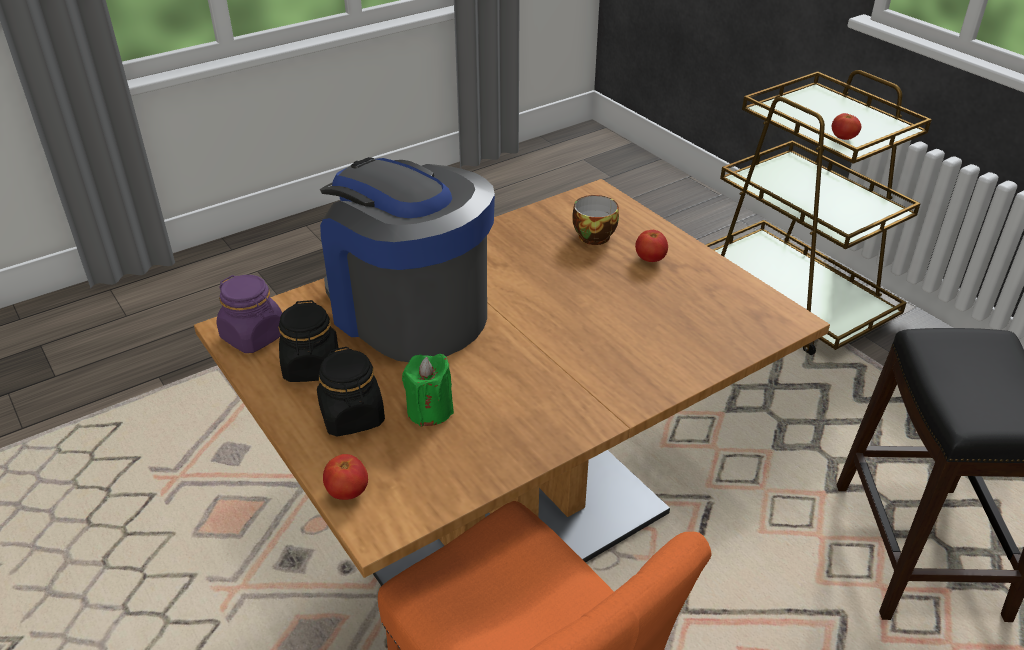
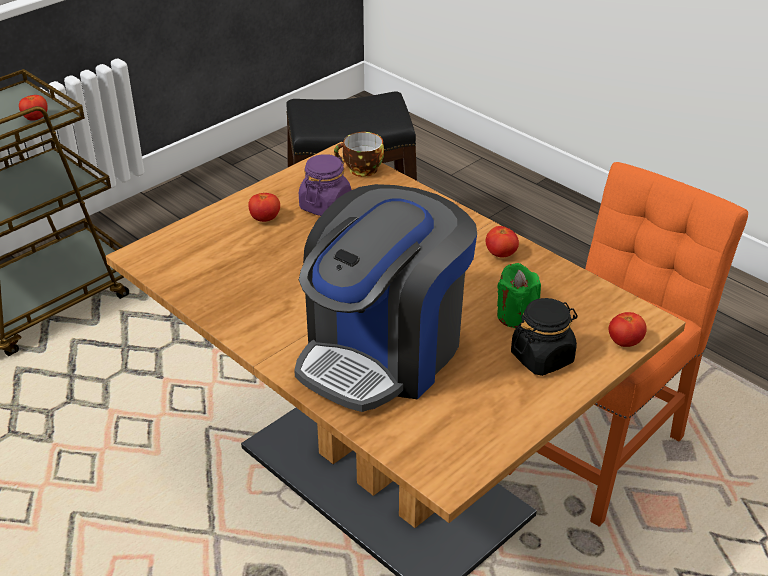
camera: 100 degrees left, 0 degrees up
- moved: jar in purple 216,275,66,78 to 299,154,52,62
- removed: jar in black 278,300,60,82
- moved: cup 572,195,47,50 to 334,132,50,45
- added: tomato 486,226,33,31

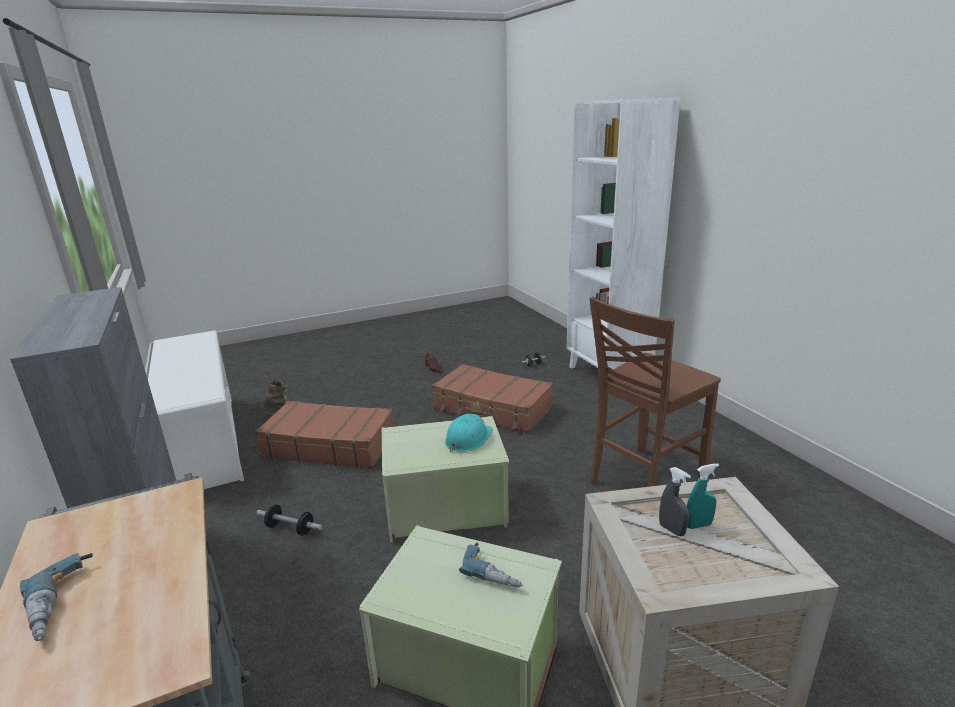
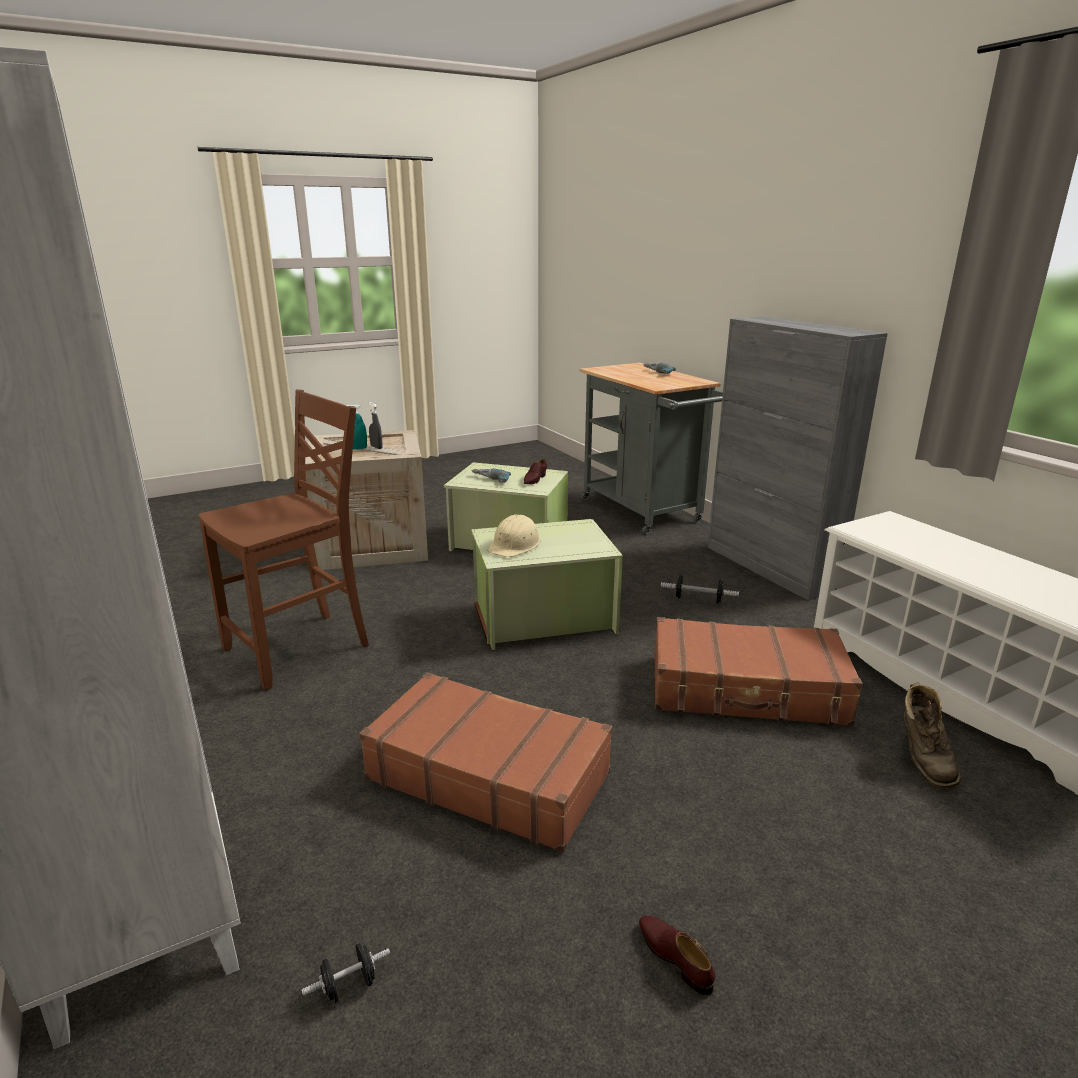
camera: 175 degrees right, 0 degrees up
- recoloured: hard hat in turquoise 445,414,47,38 to hard hat in beige 487,514,54,43
- added: shoe in brown 524,459,23,25

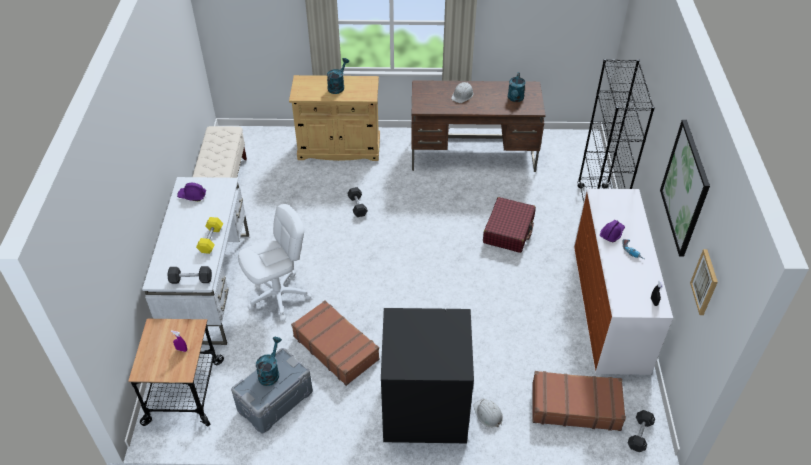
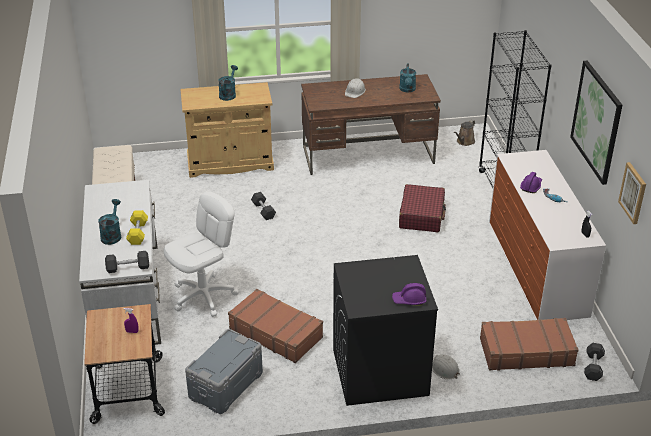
camera: 10 degrees left, 10 degrees down
- moved: hard hat in purple 177,183,29,18 to 392,283,34,22
- moved: watering can in turquoise 256,337,26,49 to 98,199,23,46
- added: watering can in brown 454,120,21,26

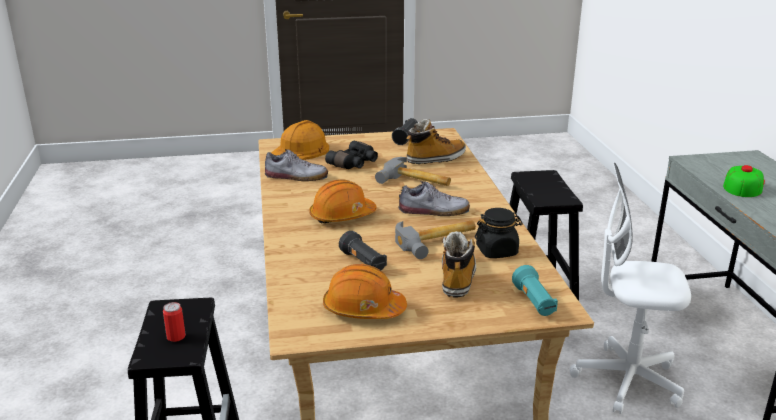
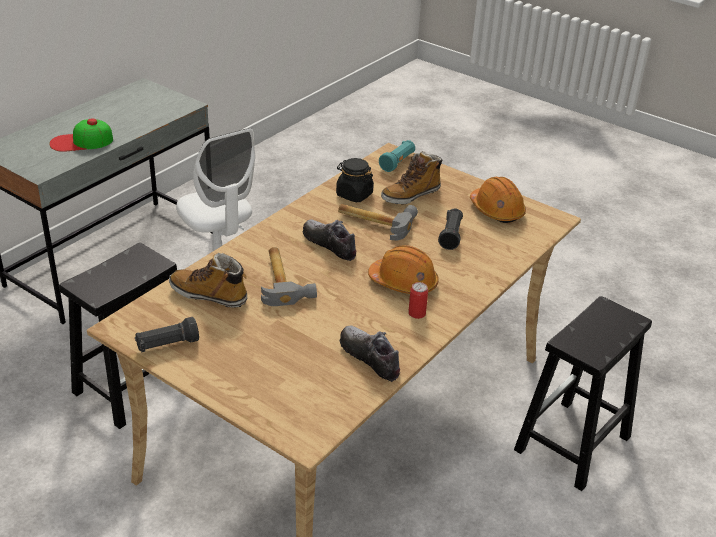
camera: 135 degrees left, 10 degrees up
- moved: can 163,302,23,40 to 408,282,20,37
- removed: hard hat in orange 271,120,58,40
- removed: binoculars in black 325,141,53,28

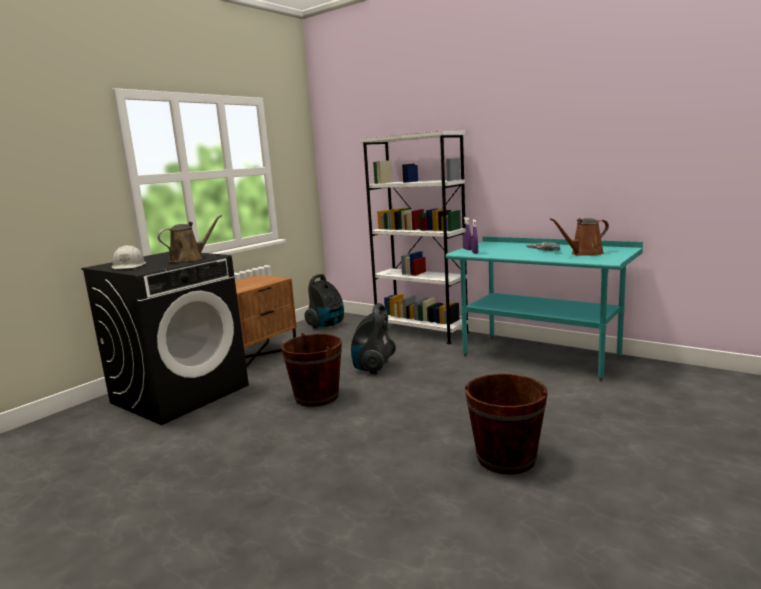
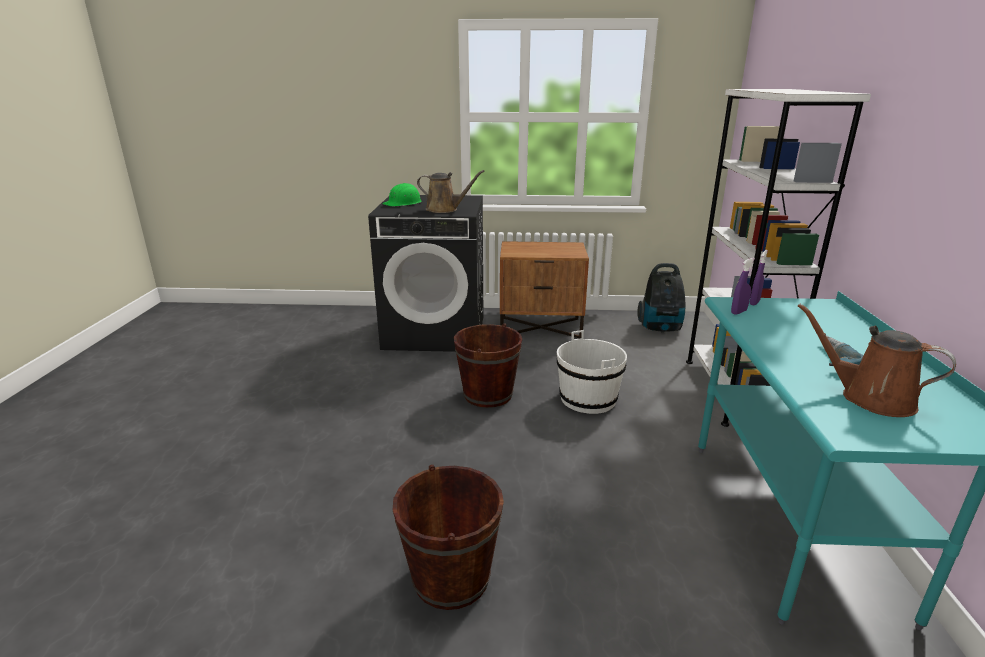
camera: 55 degrees right, 10 degrees up
- recoloured: hard hat in white 112,245,34,24 to hard hat in green 383,183,39,23
- replaced: vacuum cleaner 351,303,45,72 to bucket in white 557,330,70,84

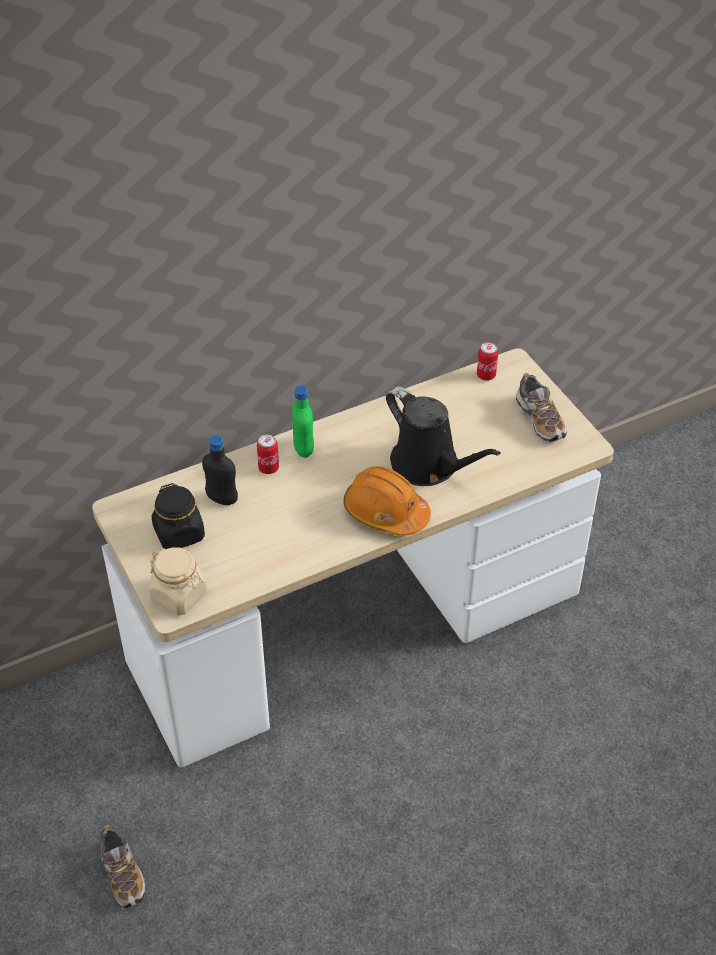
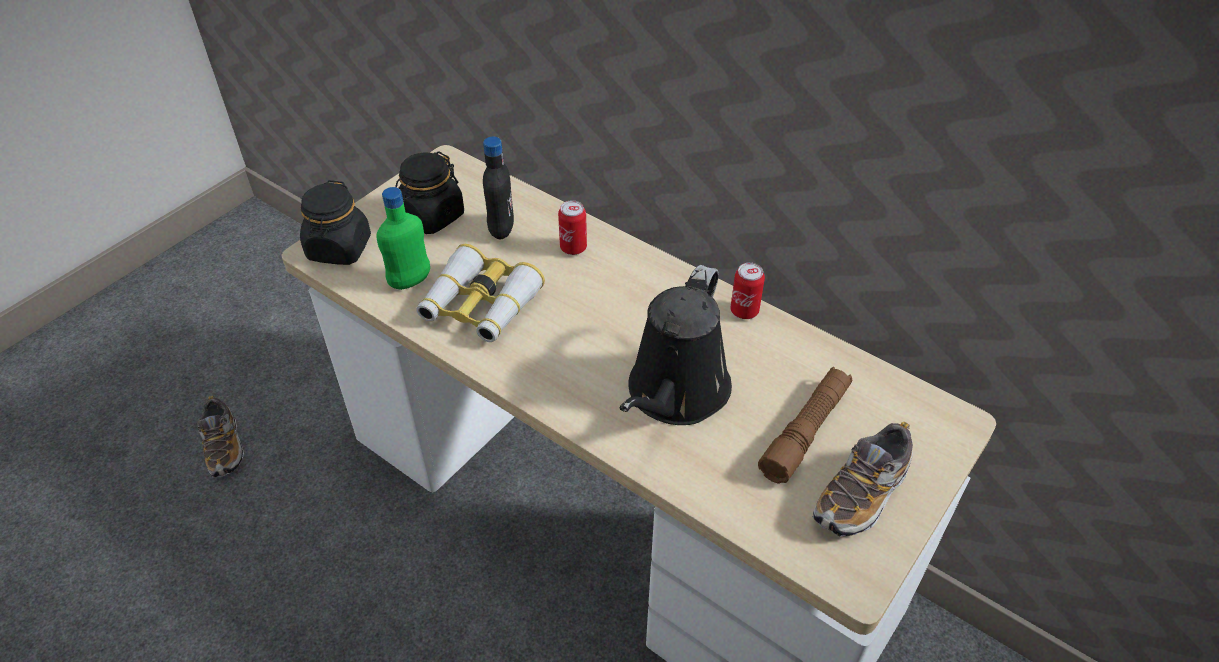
camera: 65 degrees right, 0 degrees up
- turned: shoe 100,824,45,84 = 197,395,47,82 60 degrees counterclockwise
- recoloured: jar in beige 149,547,58,69 to jar in black 300,180,71,85
- moved: bottle in green 292,385,22,73 to 376,187,54,103
- removed: hard hat in orange 343,466,88,70
- moved: can 477,342,21,38 to 730,262,35,57
- added: binoculars 416,244,129,98
- added: flashlight in brown 758,367,94,117

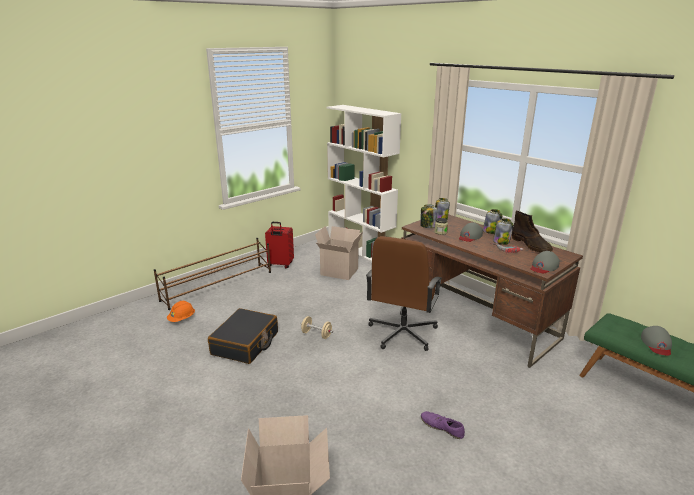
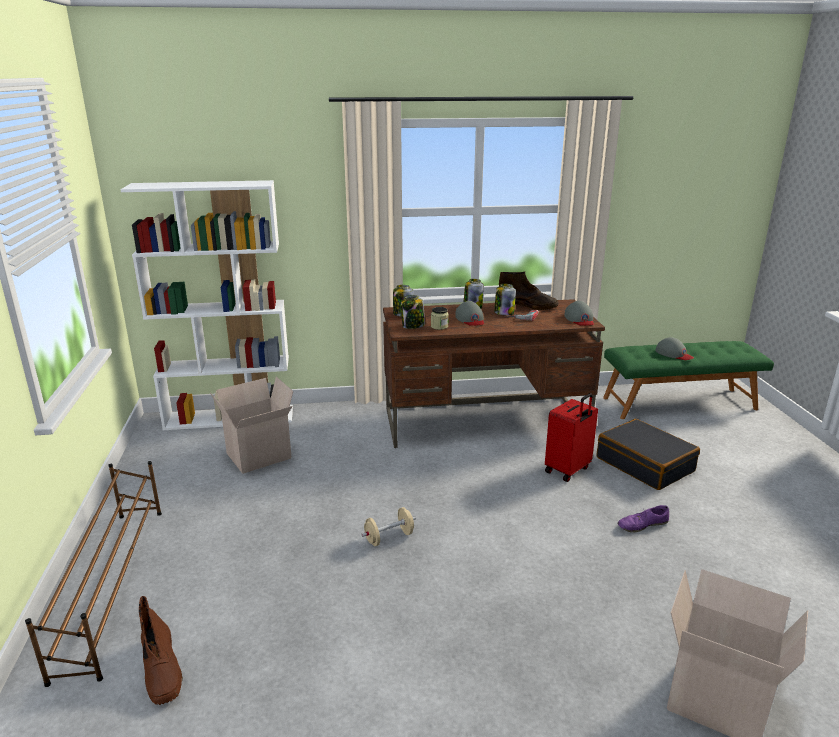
camera: 55 degrees left, 0 degrees up
- replaced: hard hat in orange 167,301,28,21 to boot in brown 139,596,44,109
- moved: suitcase in black 208,308,70,56 to 596,419,104,71
- moved: suitcase in red 265,222,29,46 to 545,393,53,89
- removed: office chair in brown 366,236,76,115

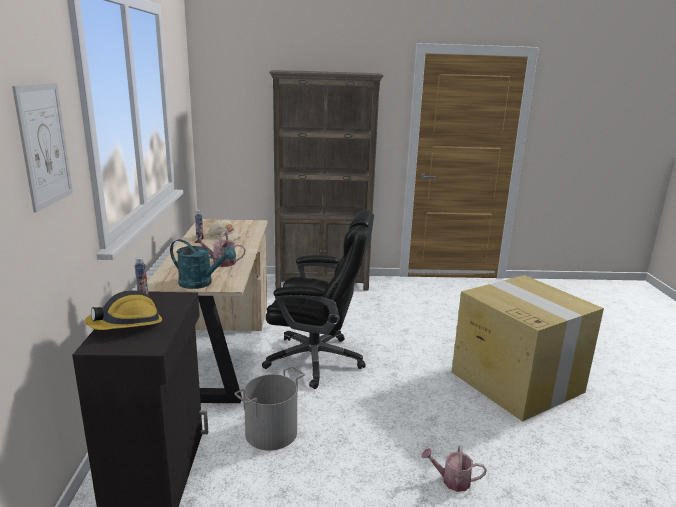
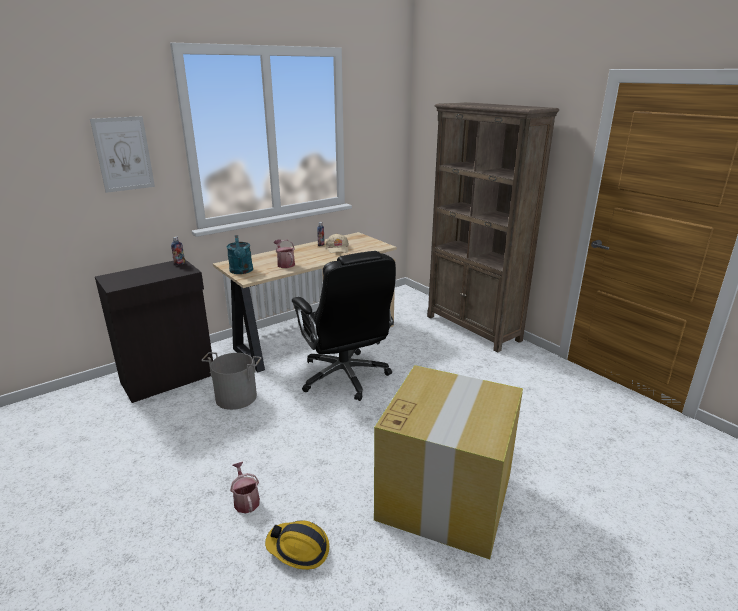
camera: 55 degrees right, 5 degrees up
- moved: hard hat 85,290,77,40 to 265,520,64,50

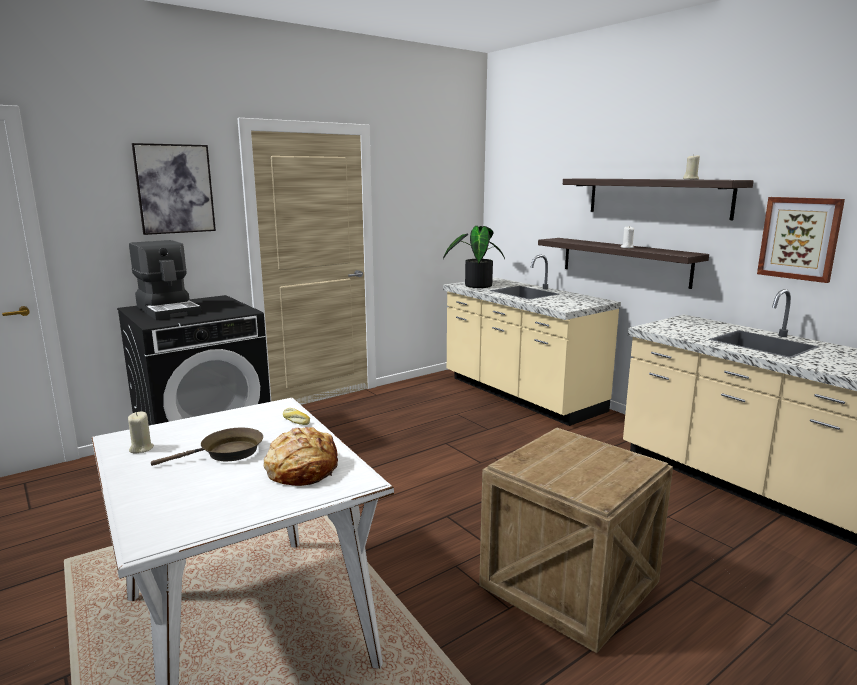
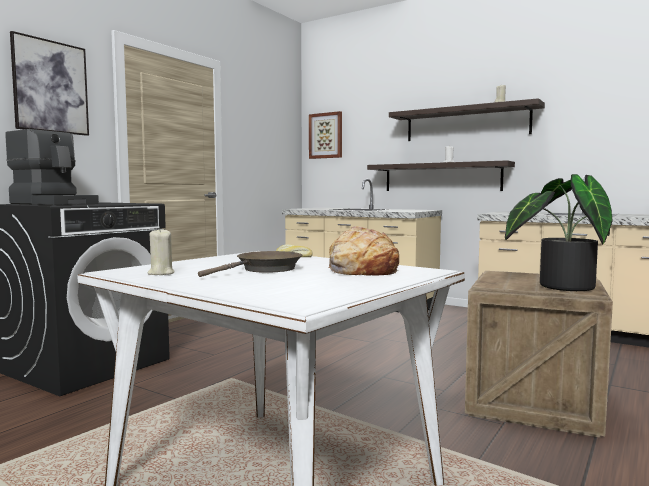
camera: 20 degrees left, 10 degrees down
- moved: potted plant 443,226,62,62 to 505,174,108,117
- moved: picture 757,197,88,86 to 309,111,33,48

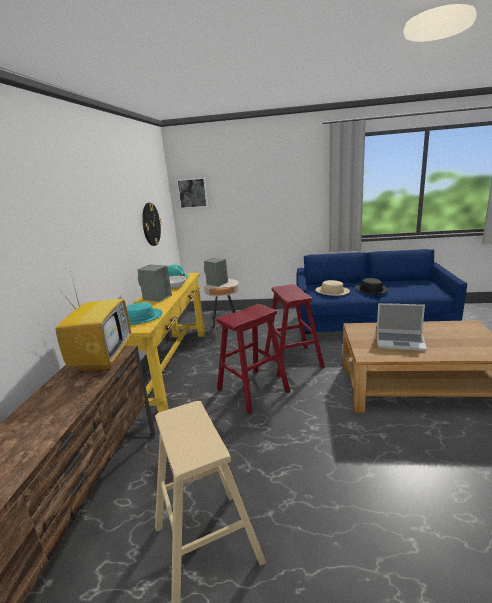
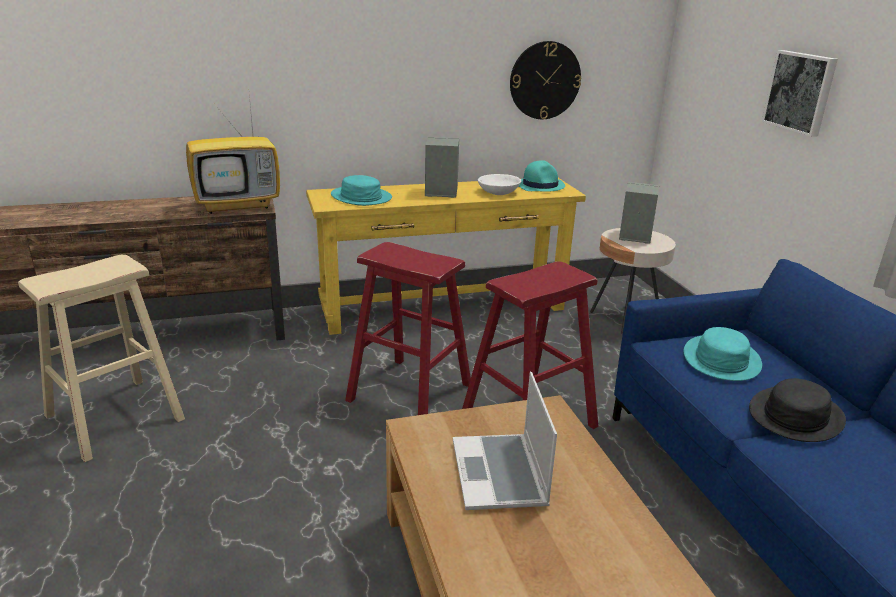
camera: 65 degrees right, 5 degrees up
- moved: picture 177,178,31,31 to 762,50,76,87
- recoloured: hat in beige 316,280,34,16 to hat in turquoise 684,327,78,54

